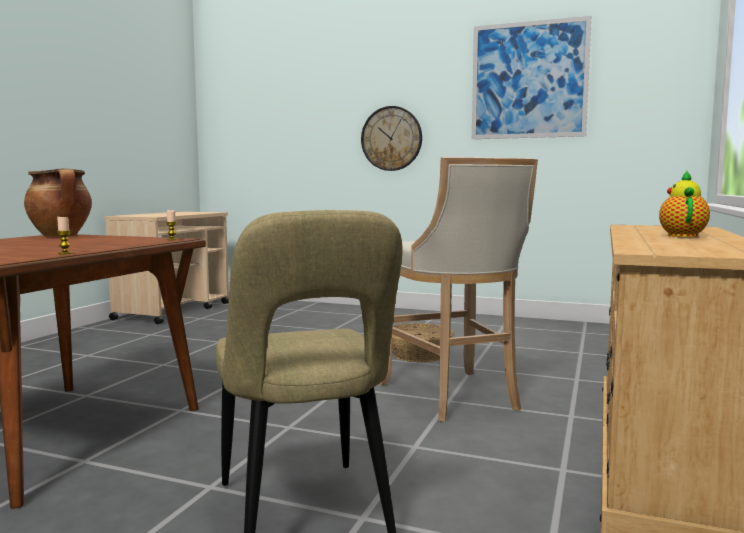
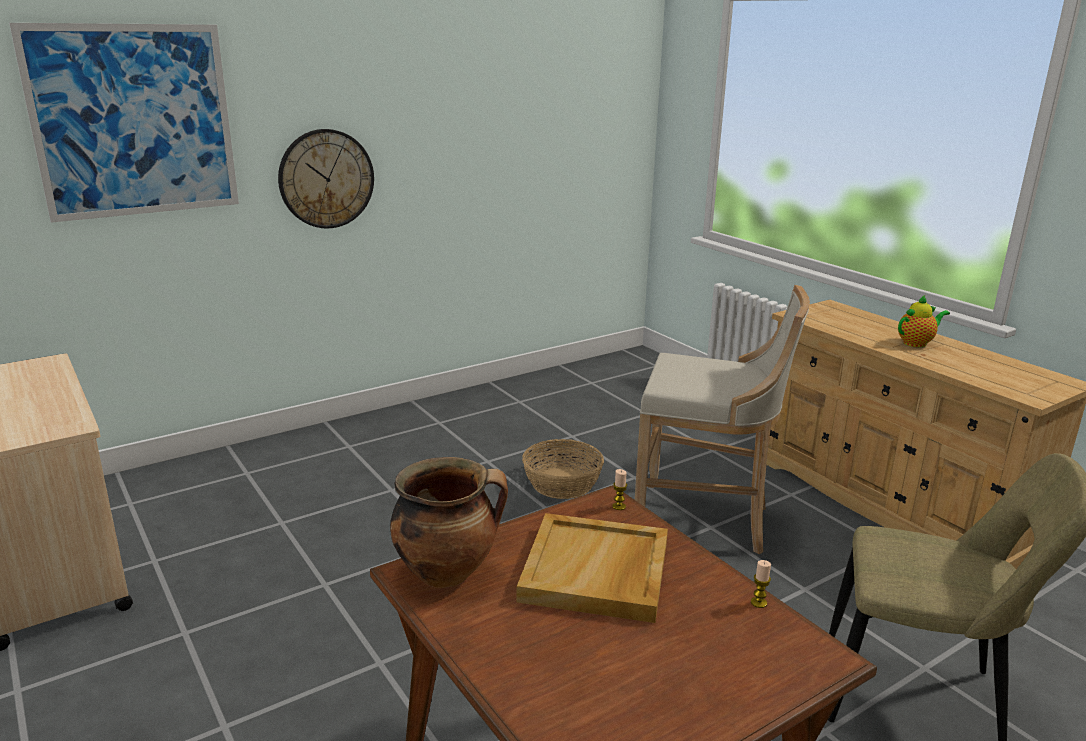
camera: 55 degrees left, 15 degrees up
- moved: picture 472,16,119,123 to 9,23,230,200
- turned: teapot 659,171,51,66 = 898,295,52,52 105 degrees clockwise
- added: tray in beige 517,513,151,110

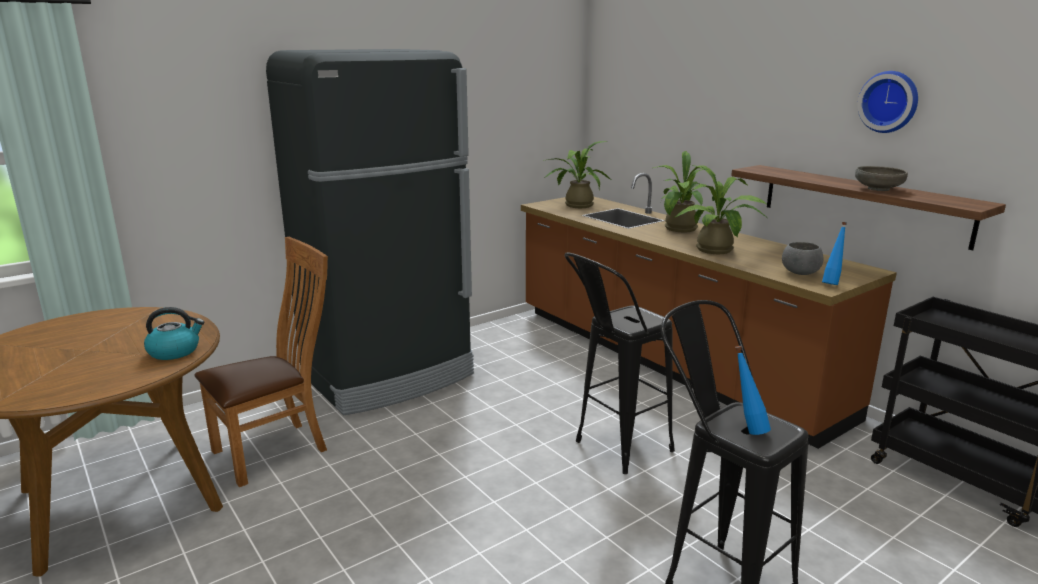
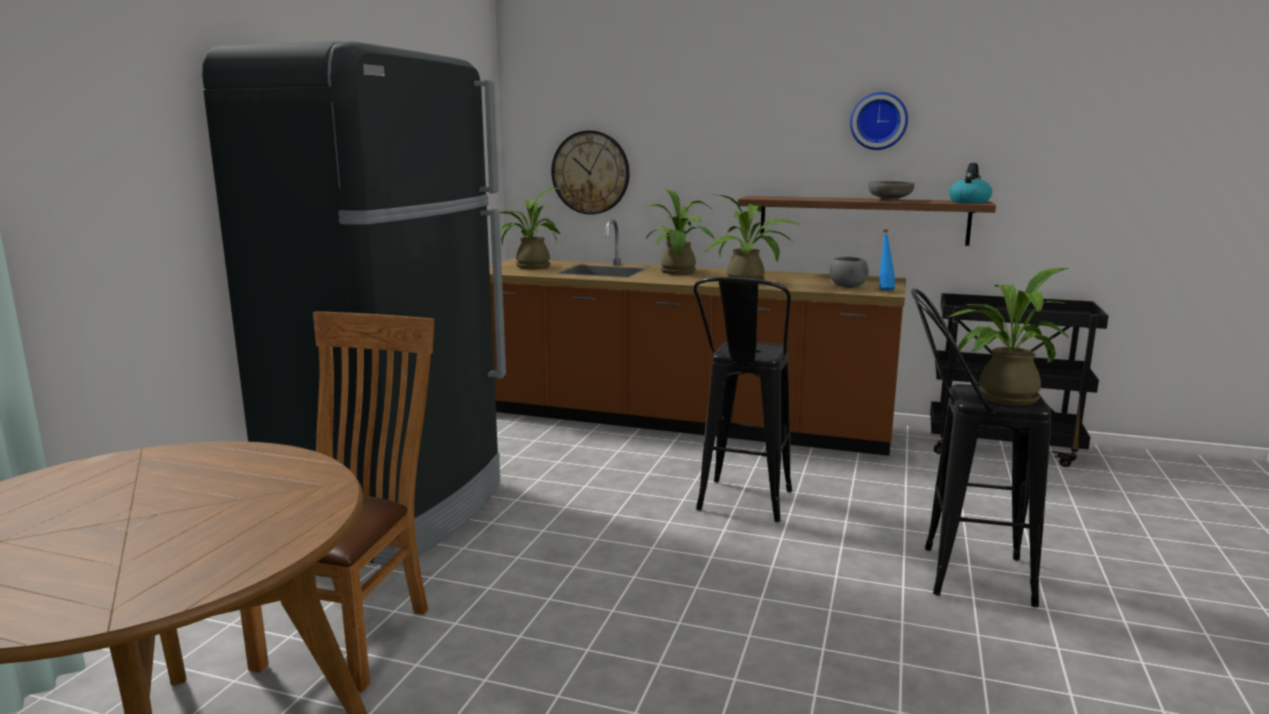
camera: 35 degrees left, 5 degrees down
- moved: kettle 144,307,60,53 to 949,163,43,40
- replaced: bottle in blue 735,346,36,89 to potted plant 947,268,123,138
- added: wall clock 551,130,79,85

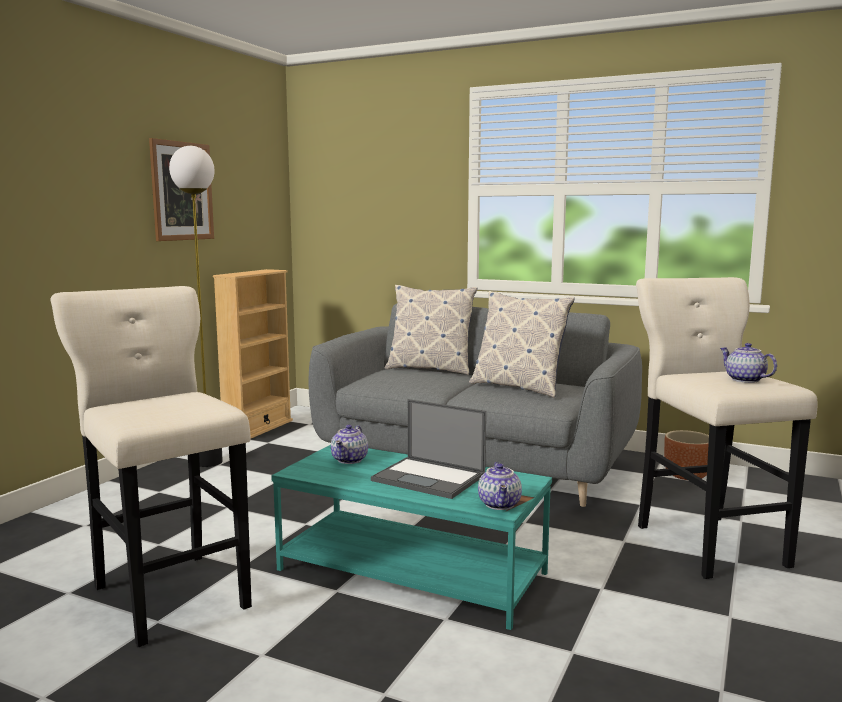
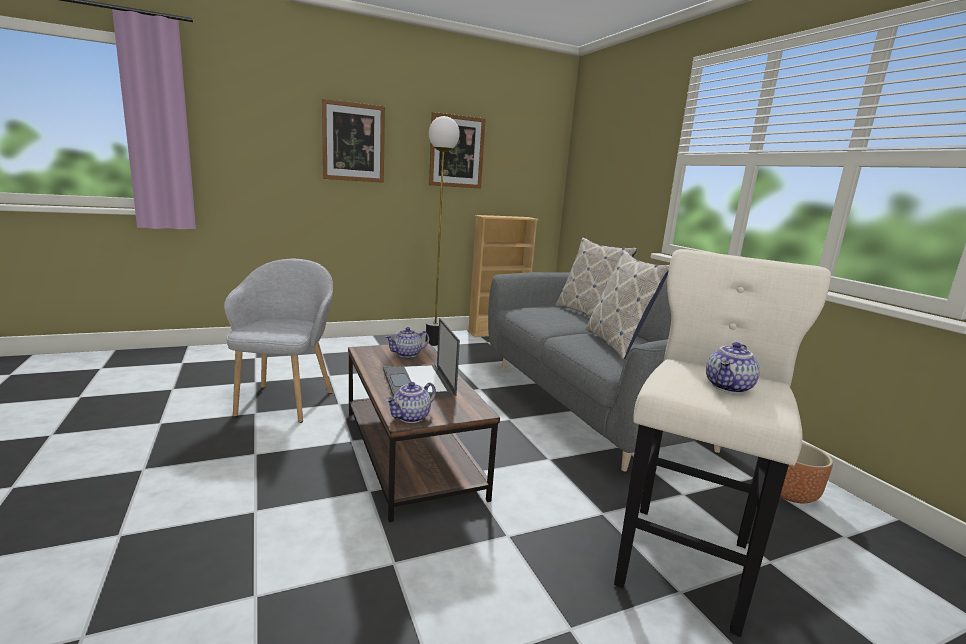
camera: 40 degrees right, 5 degrees up
- replaced: stool in beige 50,286,202,361 to armchair in grey 224,259,109,164
- recoloured: coffee table in turquoise 271,445,281,185 to coffee table in brown 348,342,152,180
- turned: teapot 720,343,57,40 = 706,342,54,52 150 degrees counterclockwise
- added: picture 322,99,63,84

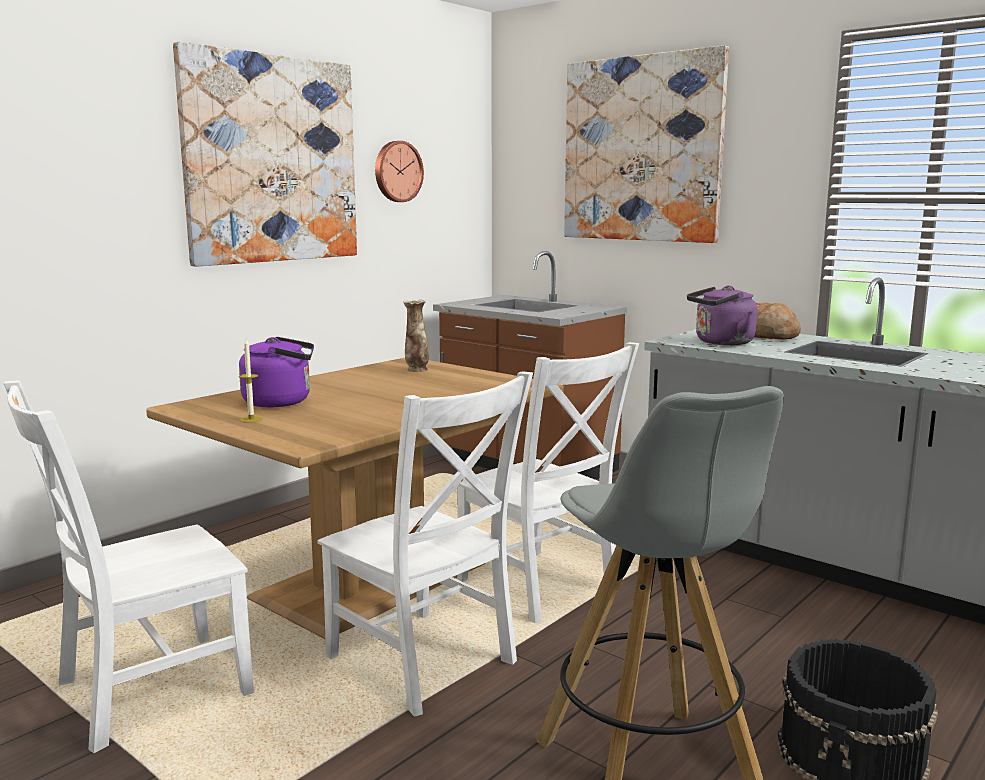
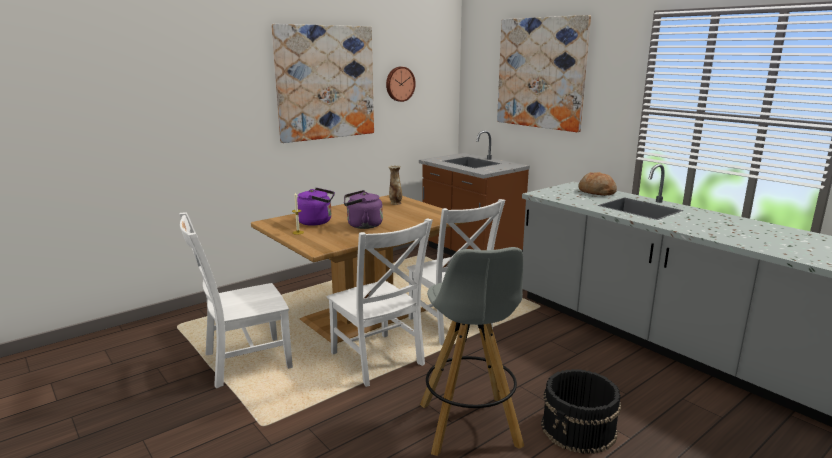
camera: 10 degrees right, 5 degrees up
- moved: kettle in purple 687,286,70,59 to 344,190,39,39

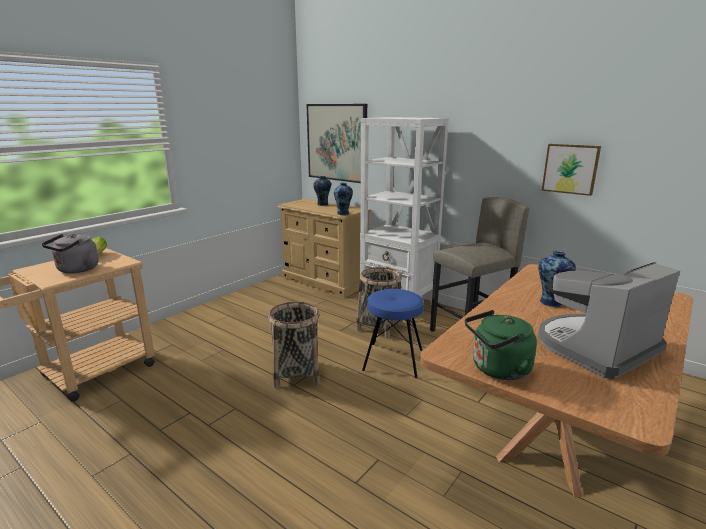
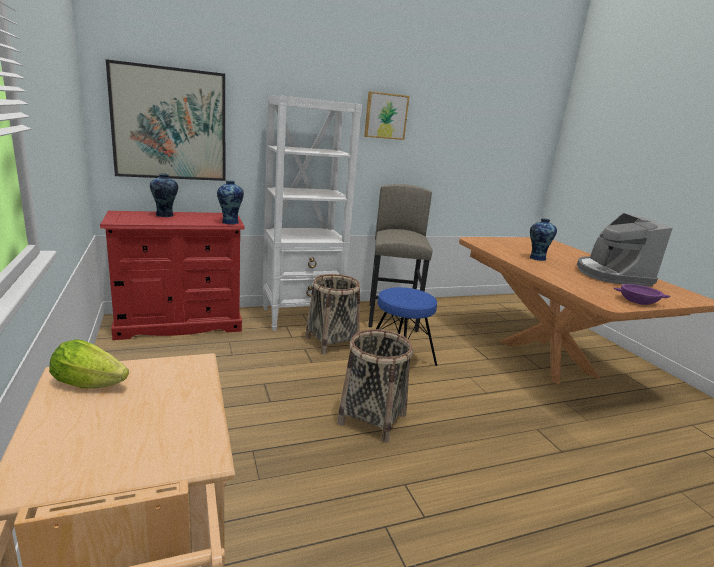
camera: 60 degrees left, 0 degrees up
- removed: kettle in grey 42,234,57,39
- recoloured: dresser in beige 278,199,93,99 to dresser in red 100,211,144,129
- replaced: kettle in green 465,310,72,70 to bowl in purple 614,284,56,21
- moved: picture 542,144,59,52 to 364,91,45,49

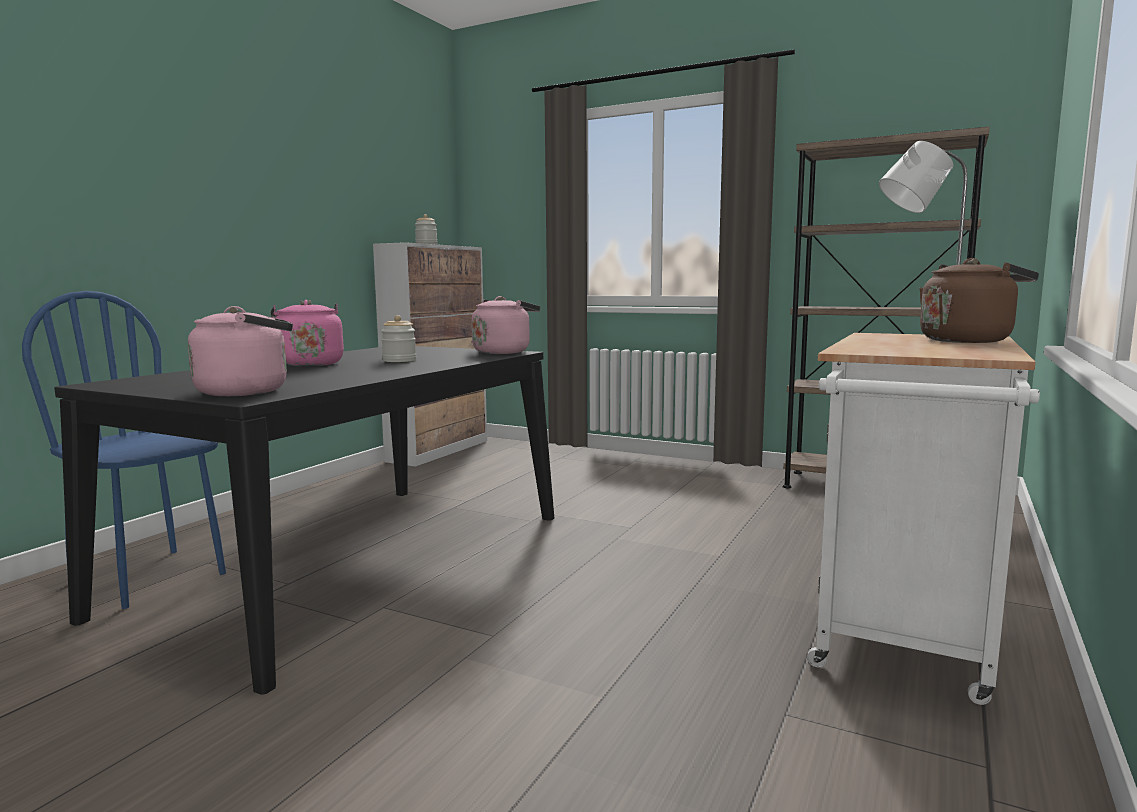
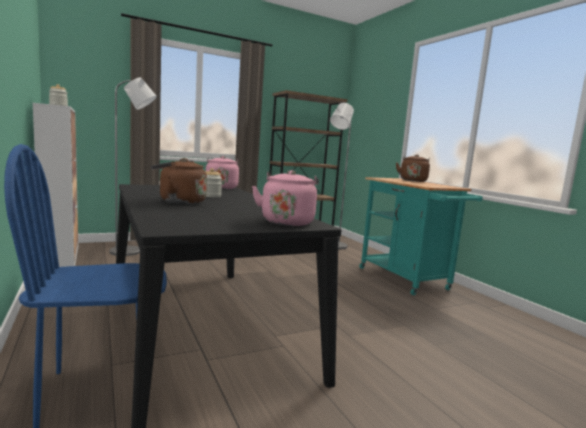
camera: 55 degrees left, 0 degrees up
- recoloured: kettle in pink 271,300,73,67 to kettle in brown 151,158,56,46
- recoloured: cart in white 807,333,233,372 to cart in turquoise 359,177,123,118
- added: floor lamp in grey 110,77,47,179

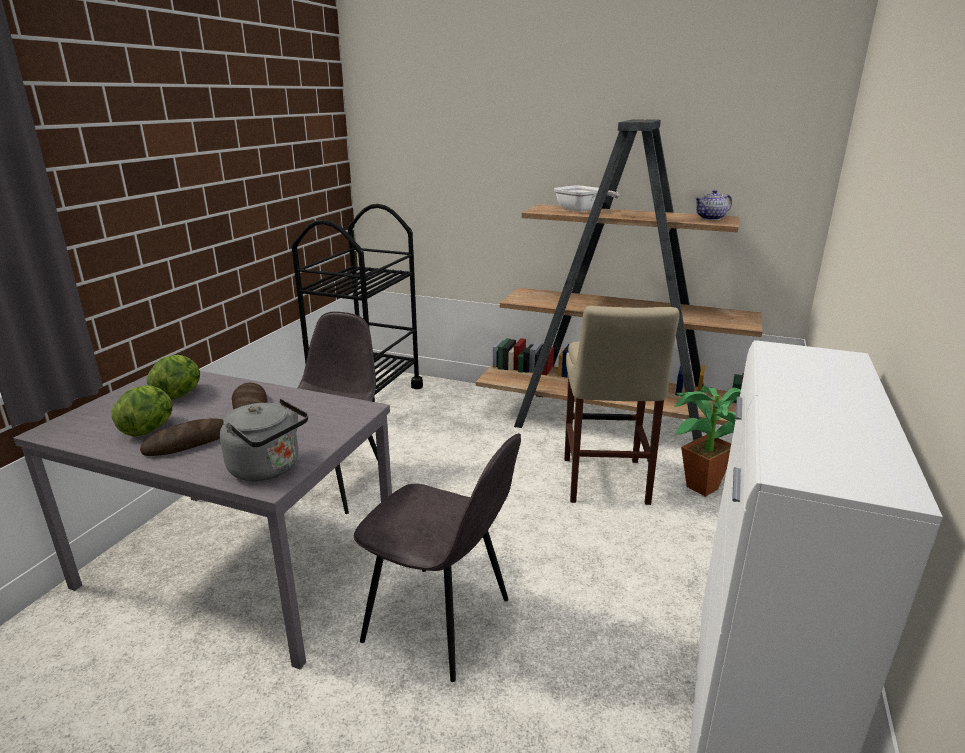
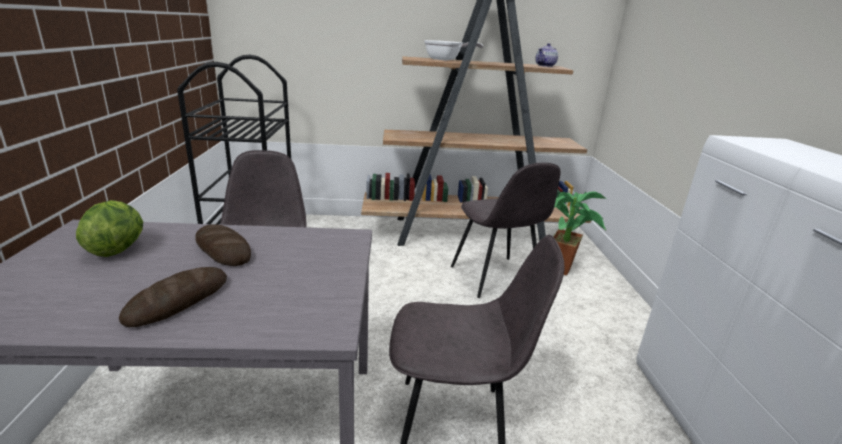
camera: 25 degrees left, 0 degrees up
- removed: lettuce 111,385,62,52
- removed: kettle in grey 220,399,88,82
- replaced: stool in beige 564,306,115,199 to chair in grey 451,163,109,135

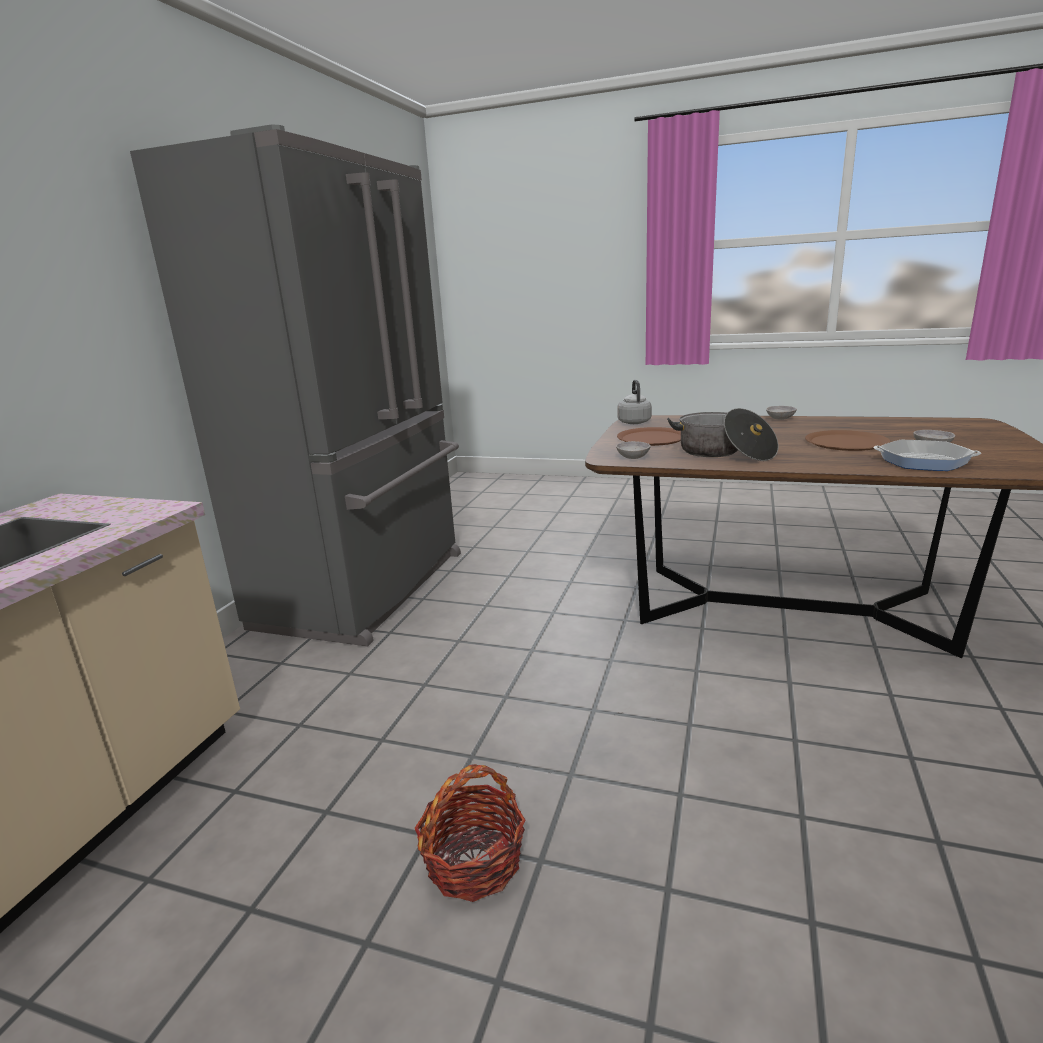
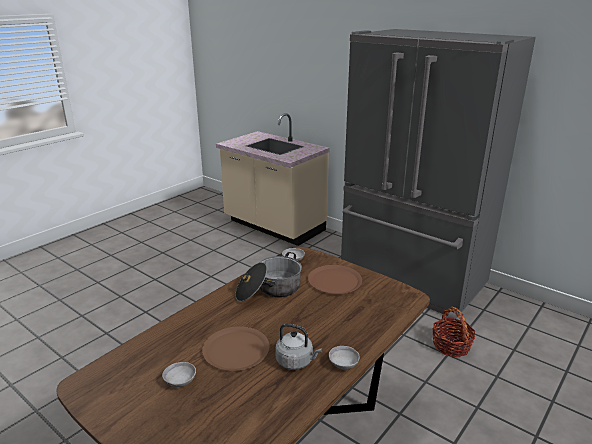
camera: 110 degrees right, 5 degrees up
- moved: basket 415,764,110,138 to 432,307,43,50
- moved: kettle in grey 617,380,35,44 to 275,323,47,47
- removed: frying pan 873,440,108,31

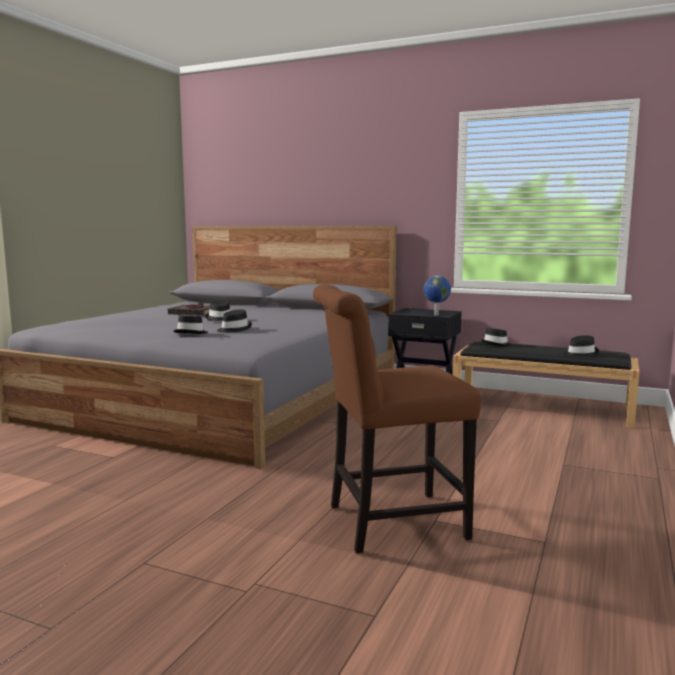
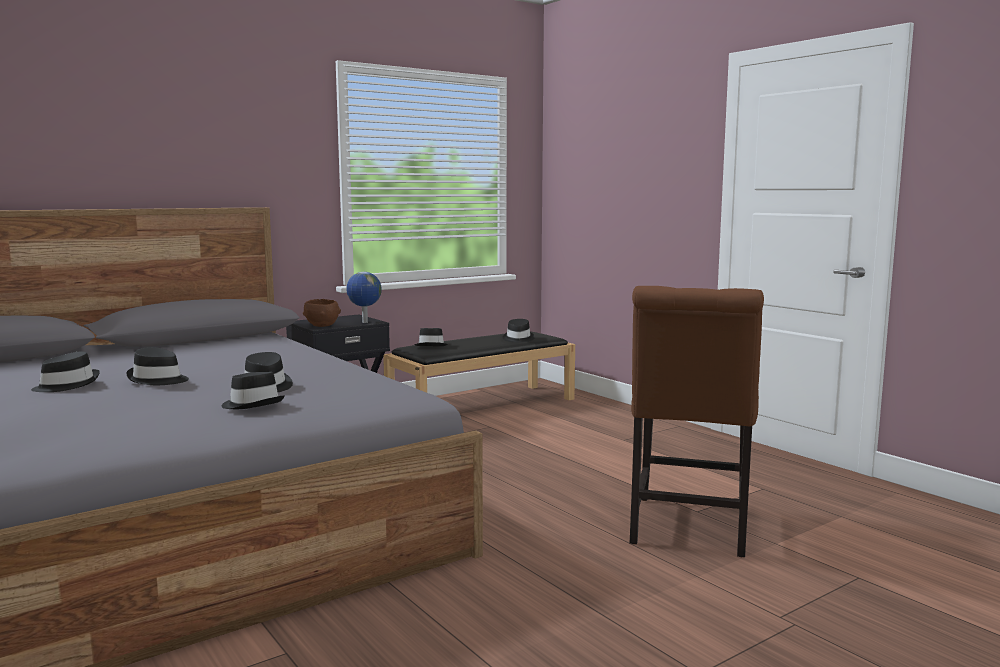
camera: 60 degrees left, 0 degrees up
- replaced: book in black 168,304,42,12 to hat in black 31,352,69,40
- added: bowl in brown 303,299,38,28

